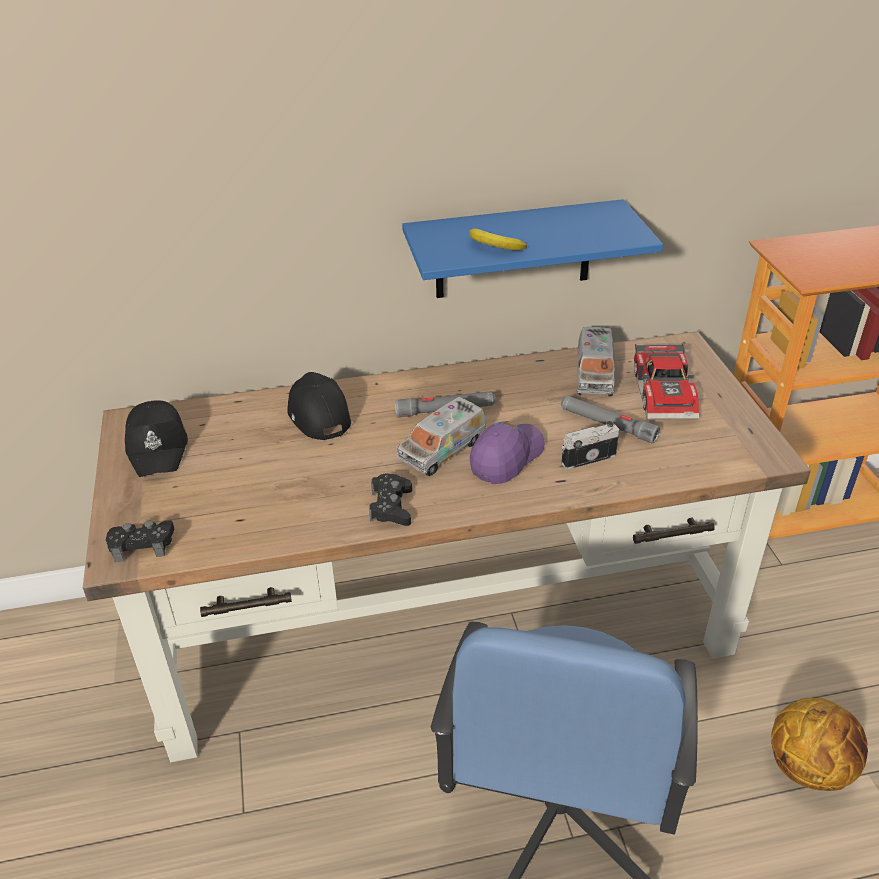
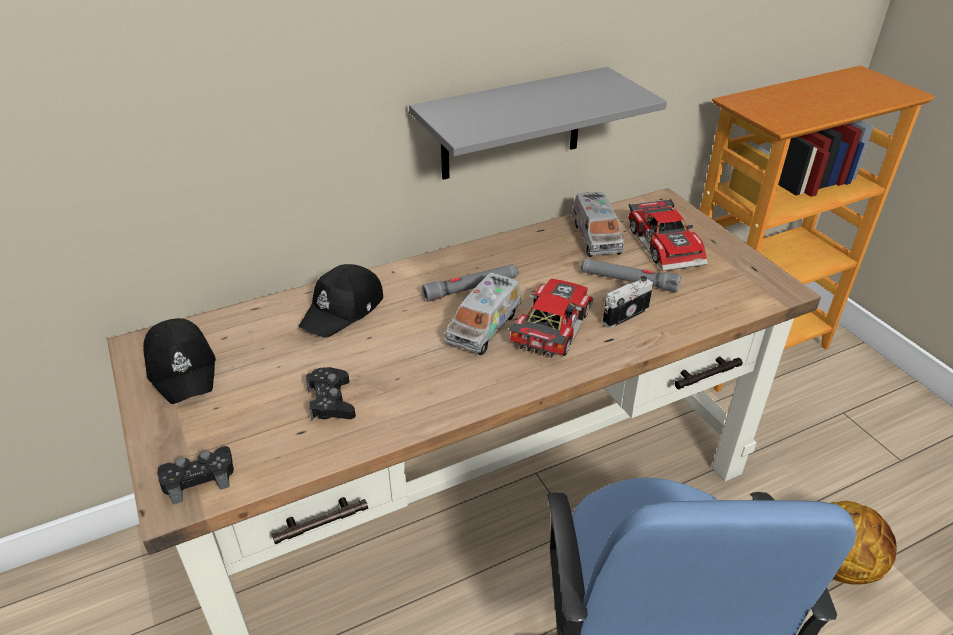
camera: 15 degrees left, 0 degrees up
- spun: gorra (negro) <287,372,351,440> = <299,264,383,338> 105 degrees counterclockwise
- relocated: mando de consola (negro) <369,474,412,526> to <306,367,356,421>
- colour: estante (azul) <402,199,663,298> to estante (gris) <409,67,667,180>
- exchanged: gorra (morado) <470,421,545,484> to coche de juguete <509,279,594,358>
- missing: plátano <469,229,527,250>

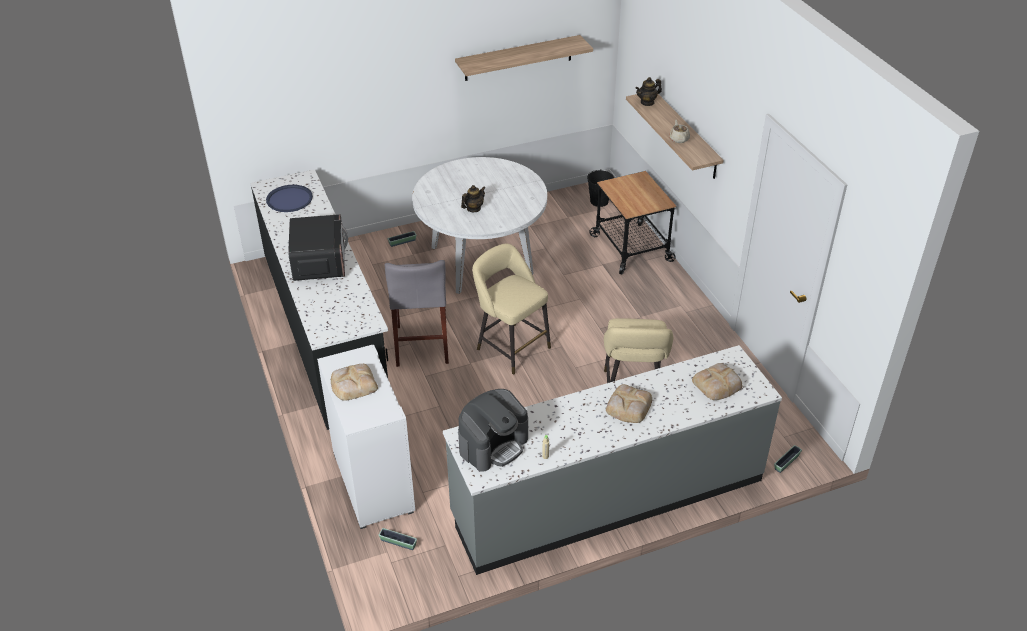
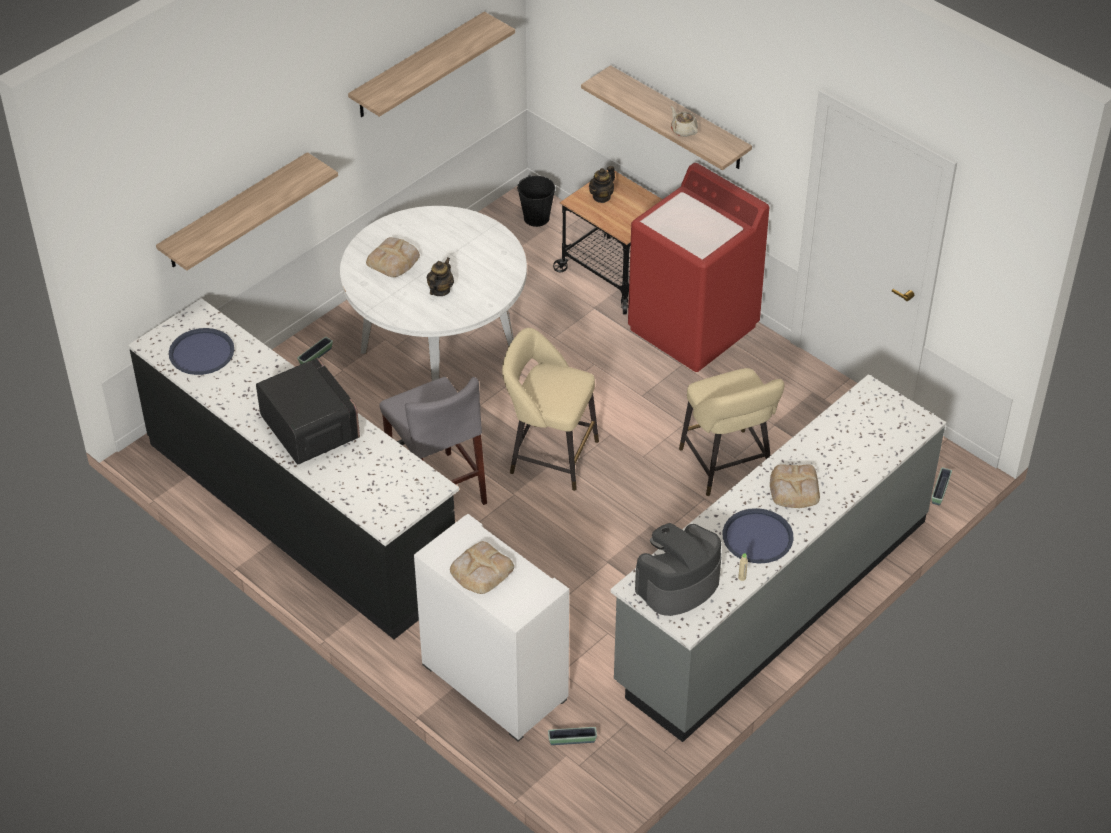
camera: 25 degrees left, 5 degrees up
- appeared: estante <156,152,338,271>
- relocated: pan <692,363,742,400> to <366,237,420,277>
- relocated: tetera <635,77,662,106> to <589,166,615,203>
- appeared: lavadora (rojo) <628,163,769,372>
- spun: cafetera <458,389,528,472> = <635,523,721,616> 150 degrees counterclockwise
- appeared: bandeja (azul) <723,508,793,563>

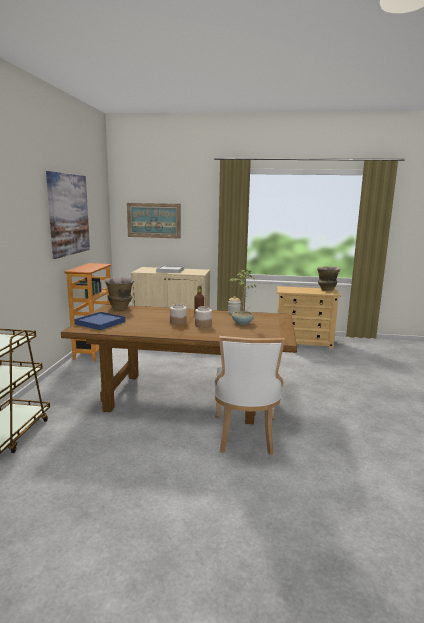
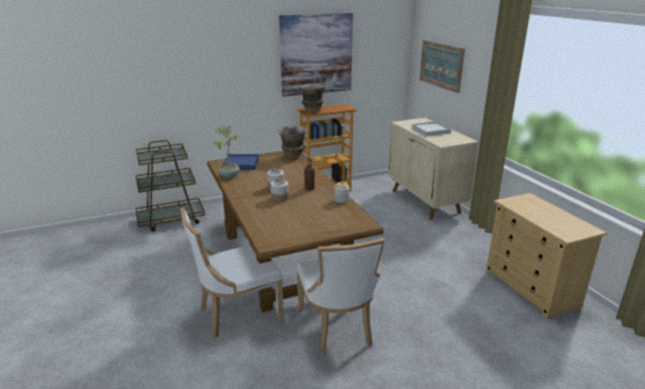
camera: 60 degrees right, 10 degrees up
- relocated: planta en maceta <229,270,256,325> to <214,126,240,178>
- appeared: silla (blanco) <297,238,385,356>
- relocated: florero <317,267,341,291> to <299,84,326,112>

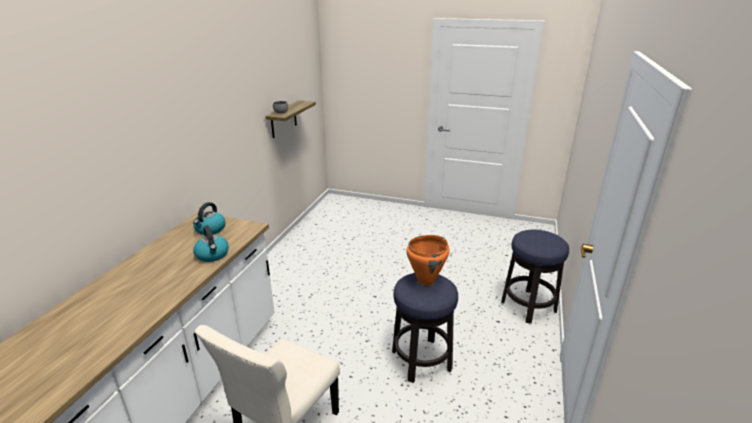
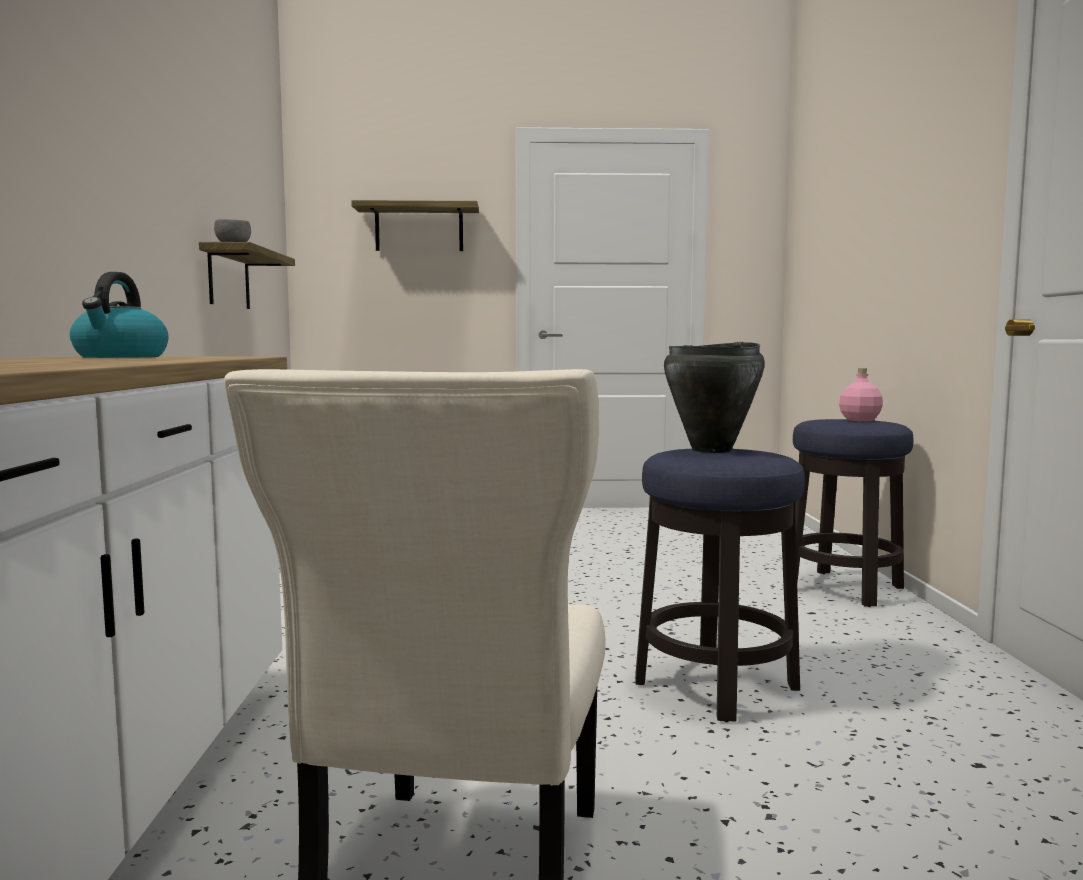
camera: 20 degrees left, 20 degrees down
- appeared: estante <351,200,479,251>
- colour: olla (naranja) <406,235,450,286> to olla (negro) <664,342,765,453>
- appeared: botella (rosa) <839,368,883,421>
- missing: hervidor <193,225,229,262>

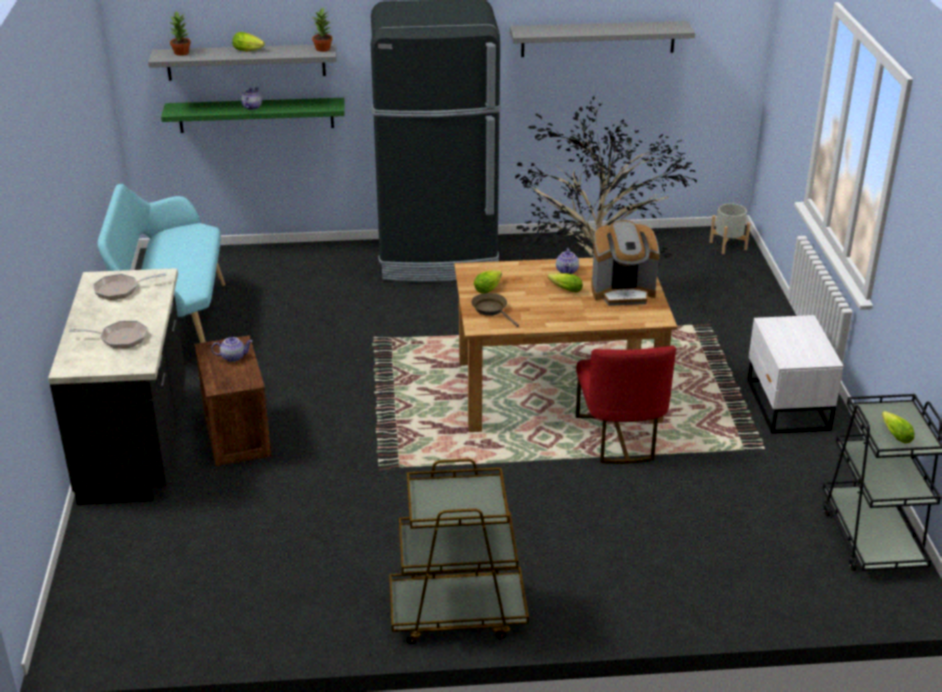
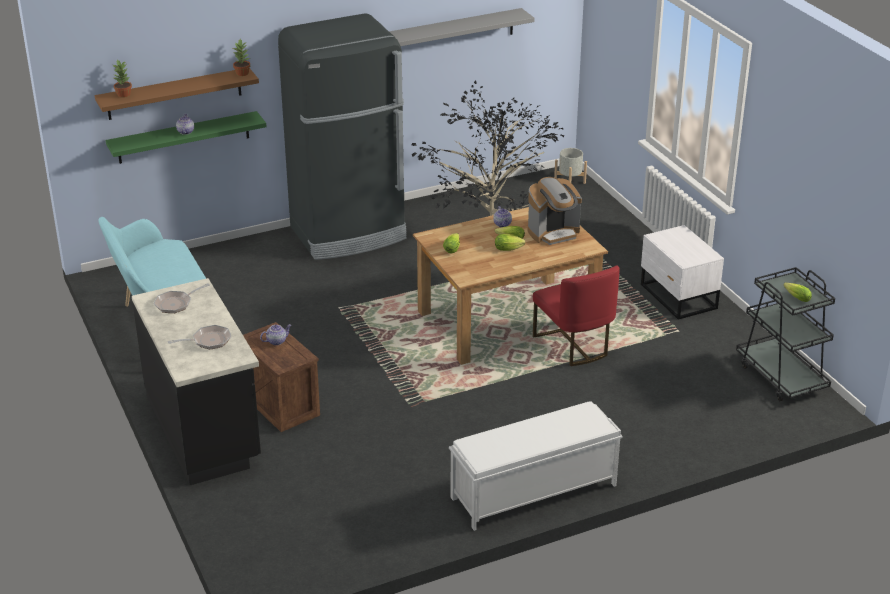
camera: 20 degrees left, 0 degrees up
- colour: estante (gris) <148,44,337,81> to estante (marrón) <95,68,259,120>
- exchanged: carrito (marrón) <389,459,529,644> to banco (blanco) <449,401,623,531>
- relocated: lechuga <232,32,265,51> to <495,234,525,251>
- missing: sartén (marrón) <471,293,519,327>

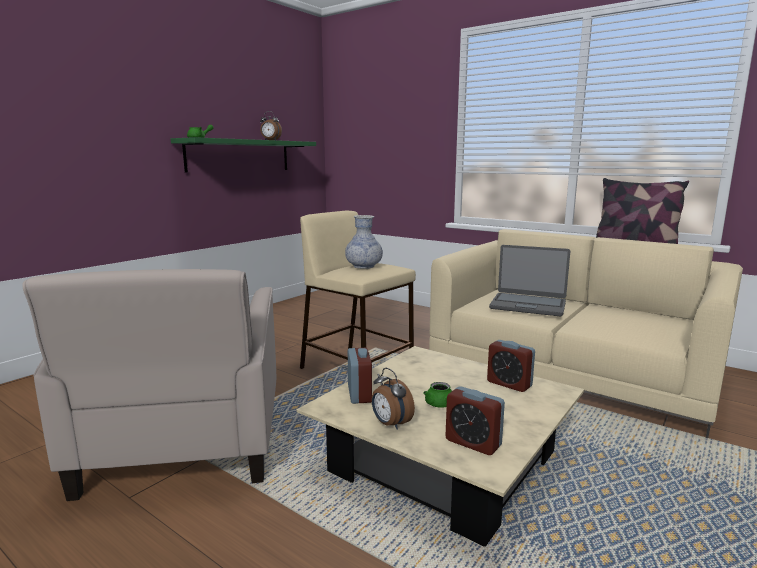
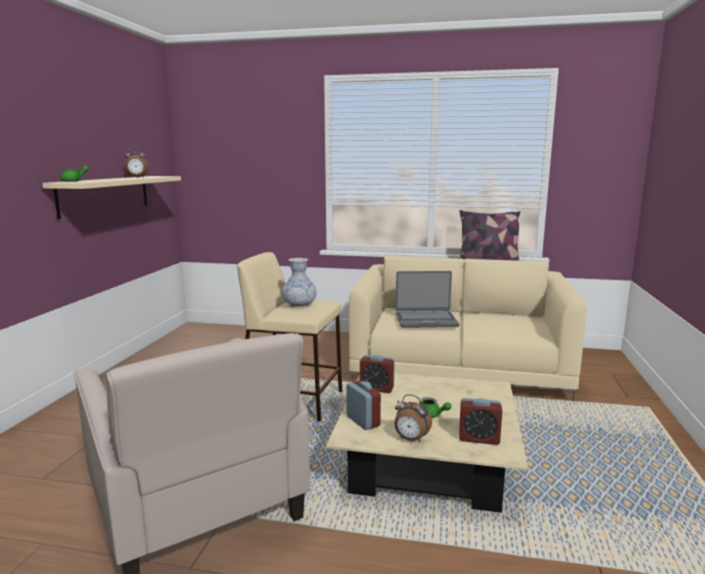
camera: 25 degrees left, 0 degrees up
- colour: estante (verde) <171,137,316,172> to estante (beis) <42,176,181,219>
- relocated: despertador <487,340,535,392> to <360,355,395,393>

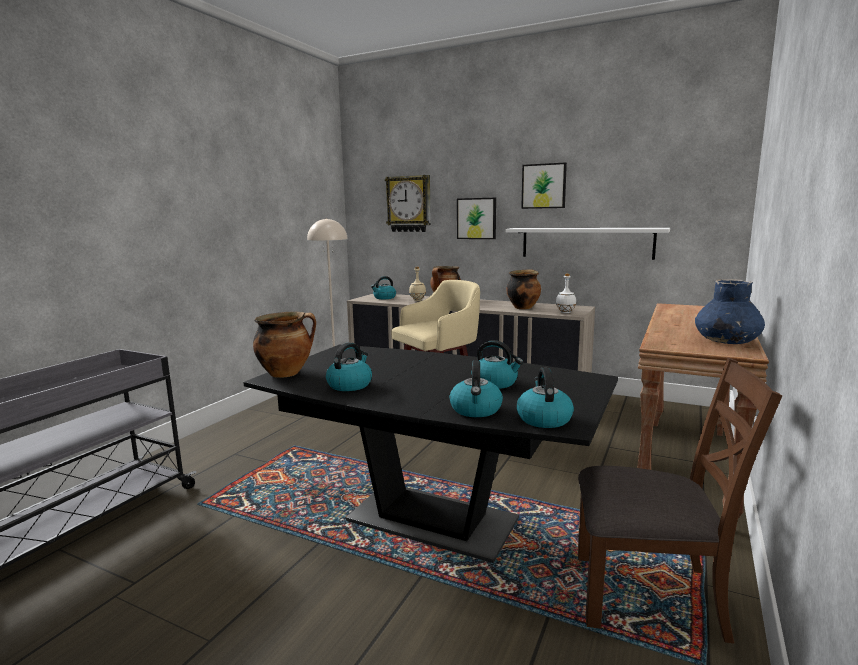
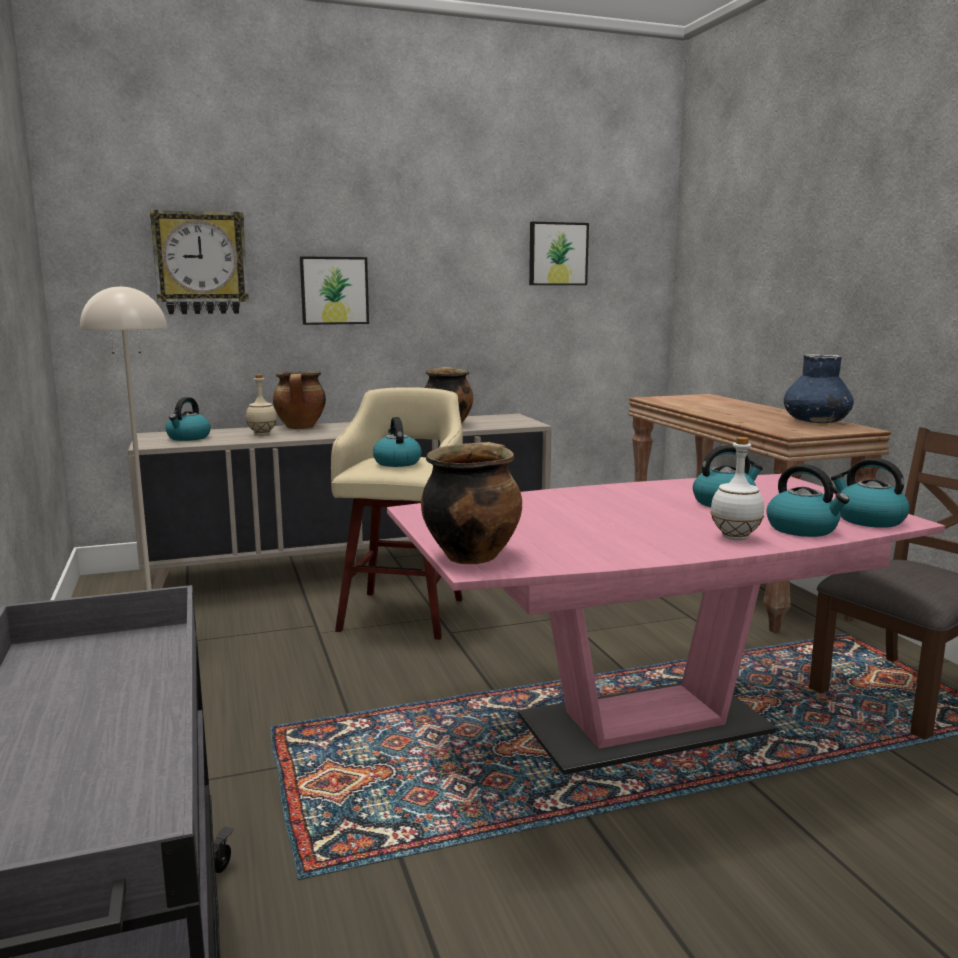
camera: 45 degrees left, 0 degrees up
- relocated: hervidor <326,343,372,391> to <373,417,422,467>
- colour: mesa de comedor (negro) <243,345,618,563> to mesa de comedor (rosa) <387,474,945,775>
- relocated: cuadro <521,162,567,209> to <529,222,589,285>
- relocated: botella (blanco) <556,273,576,313> to <710,437,764,540>
- missing: estante (blanco) <505,228,670,260>

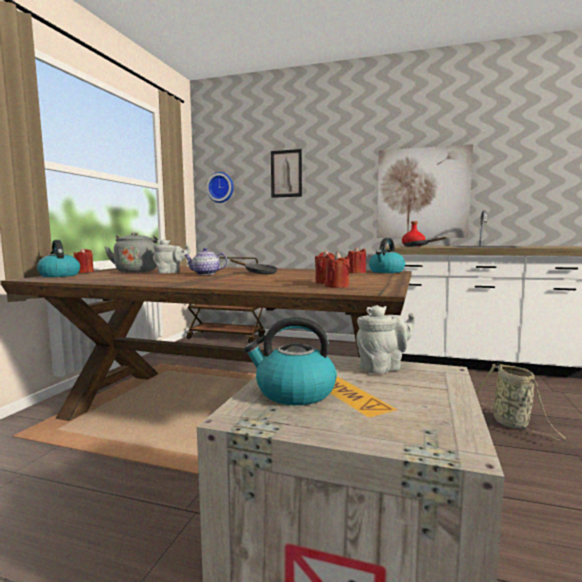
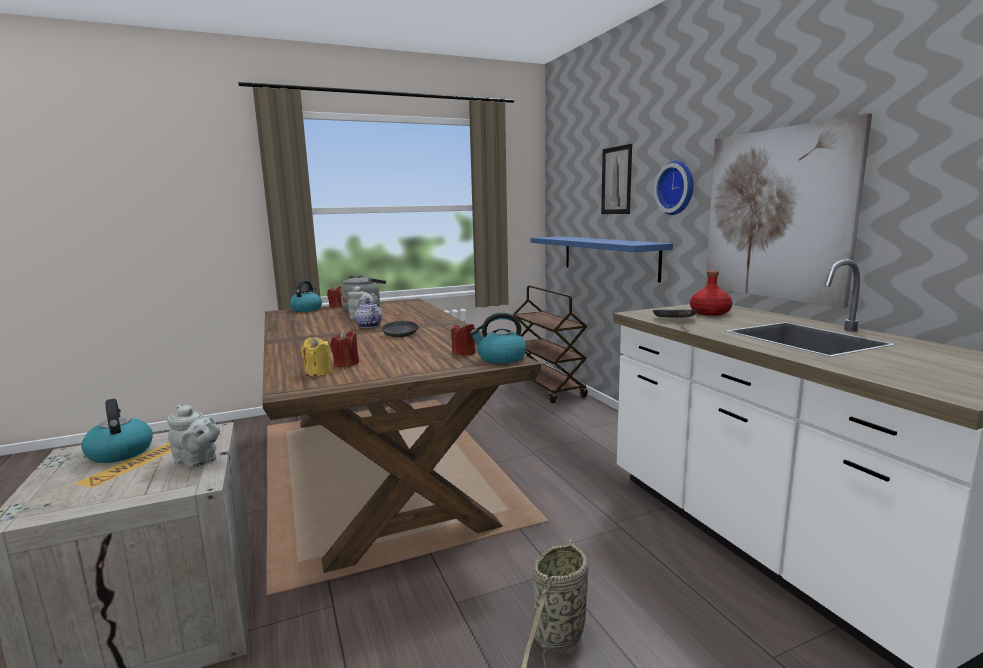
camera: 50 degrees right, 5 degrees up
- colour: vela (rojo) <325,251,350,288> to vela (amarillo) <301,337,332,376>
- appeared: estante (azul) <530,236,673,283>
- relocated: reloj de pared <206,172,234,203> to <654,160,694,215>

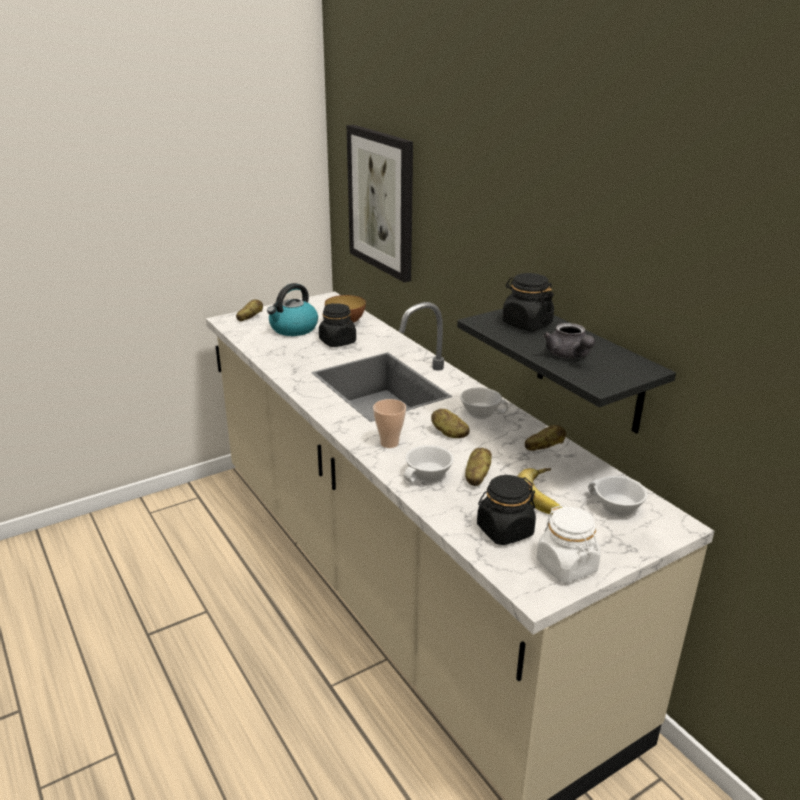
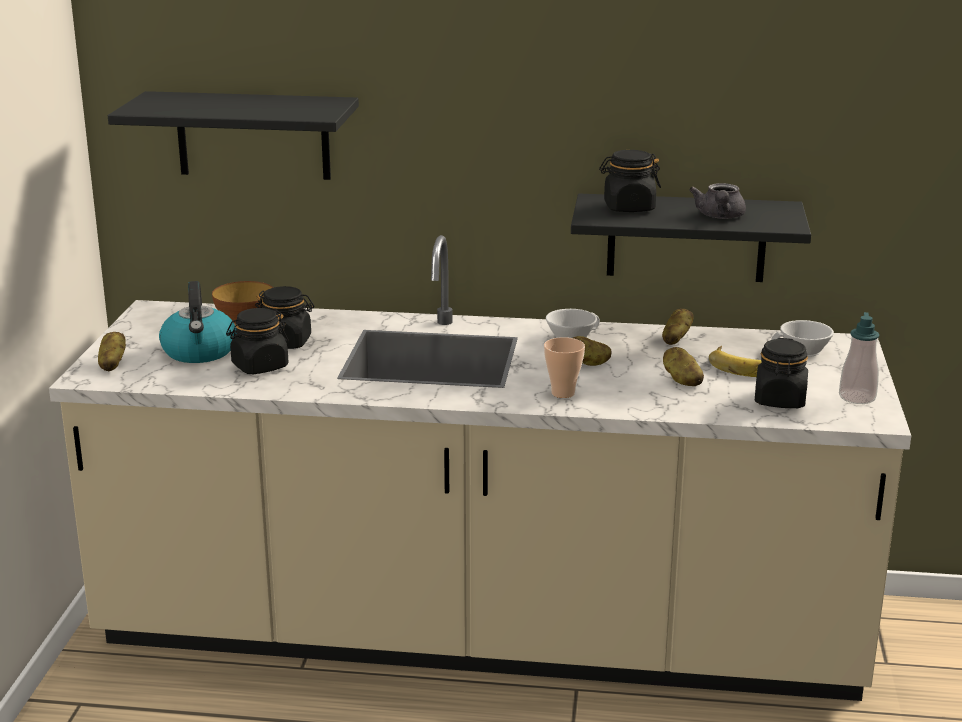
camera: 50 degrees left, 5 degrees down
- exchanged: cuadro <347,125,413,283> to estante (negro) <108,91,359,180>
- appeared: tarro (negro) <226,308,289,374>
- spun: tetera (gris) <543,323,595,359> = <689,183,746,219> 75 degrees clockwise
- exchanged: tarro (blanco) <536,505,601,583> to dispensador de jabón <839,312,879,404>
- missing: taza (blanco) <404,445,453,483>

